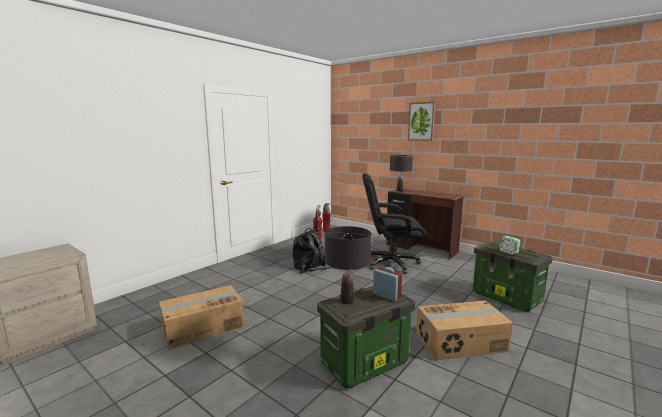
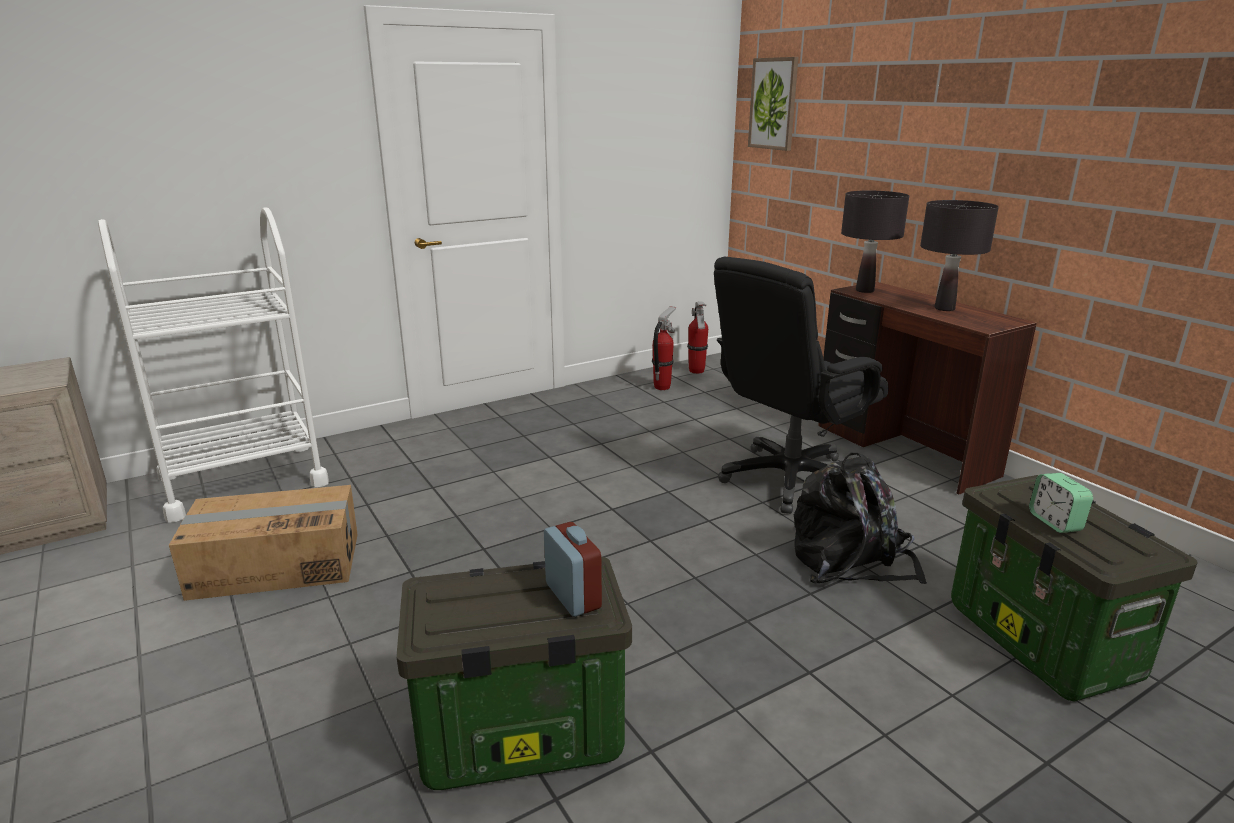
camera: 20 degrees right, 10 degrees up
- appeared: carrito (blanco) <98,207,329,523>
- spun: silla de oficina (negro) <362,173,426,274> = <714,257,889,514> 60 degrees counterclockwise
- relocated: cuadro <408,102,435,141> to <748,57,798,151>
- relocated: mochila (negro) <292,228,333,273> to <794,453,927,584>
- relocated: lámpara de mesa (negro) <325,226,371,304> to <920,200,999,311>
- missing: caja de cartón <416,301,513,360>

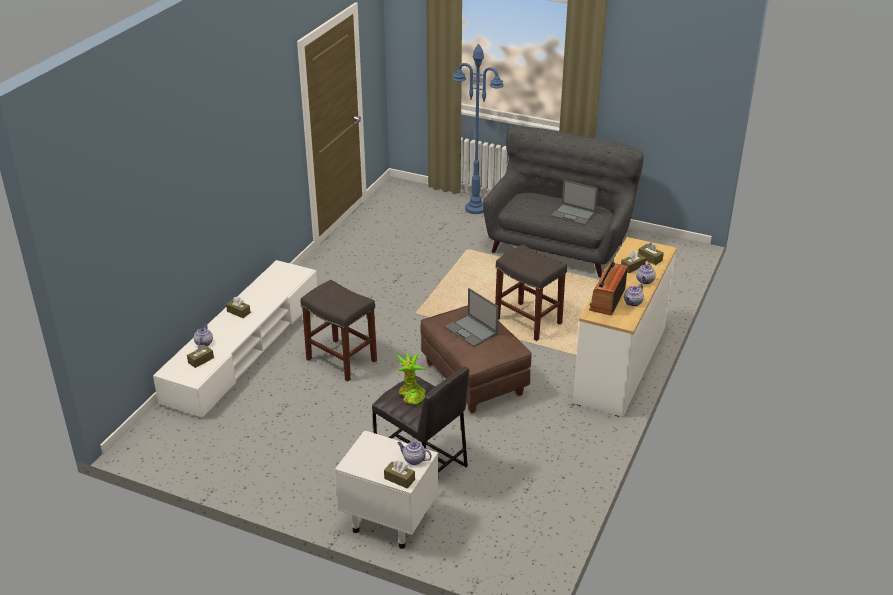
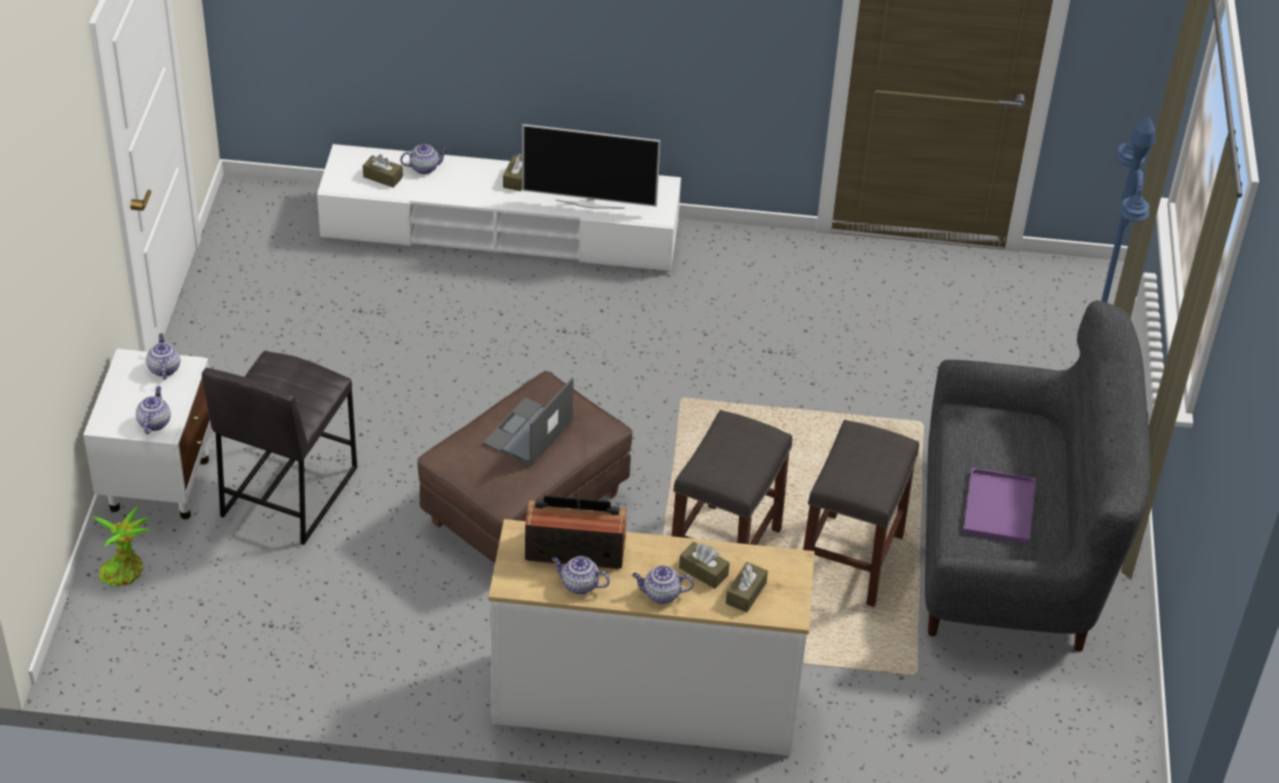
camera: 70 degrees right, 10 degrees up
- relocated: planta en maceta <396,352,426,405> to <91,506,152,587>
- appeared: tetera <146,333,180,380>
- appeared: televisor <522,124,661,209>
- relocated: taburete (gris) <301,280,377,382> to <803,420,919,607>
- exchanged: portátil <551,180,598,225> to bandeja (morado) <963,468,1036,544>
- missing: caja de pañuelos (marrón) <384,461,415,489>

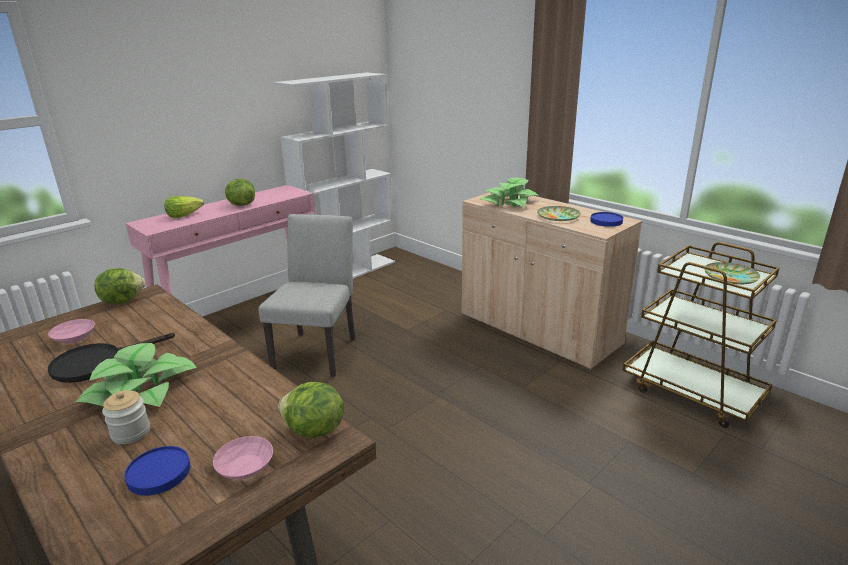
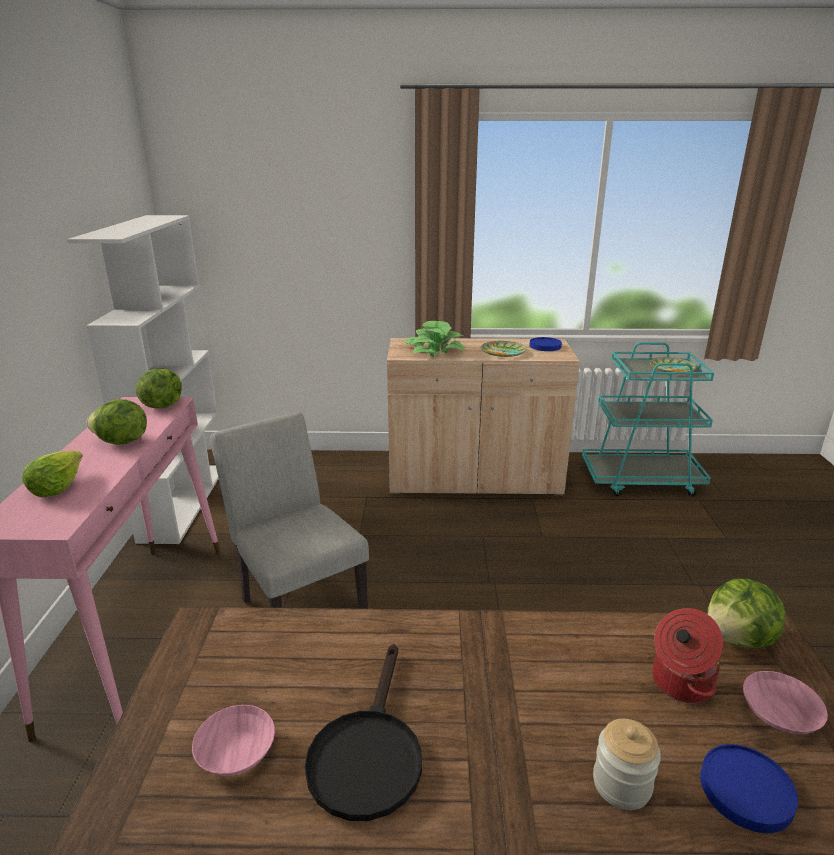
camera: 45 degrees left, 0 degrees up
- relocated: lechuga <94,268,145,304> to <136,369,182,408>
- colour: carrito (marrón) <623,242,779,428> to carrito (turquesa) <582,342,714,497>
- appeared: olla <652,608,723,703>
- missing: planta en maceta <76,343,197,407>

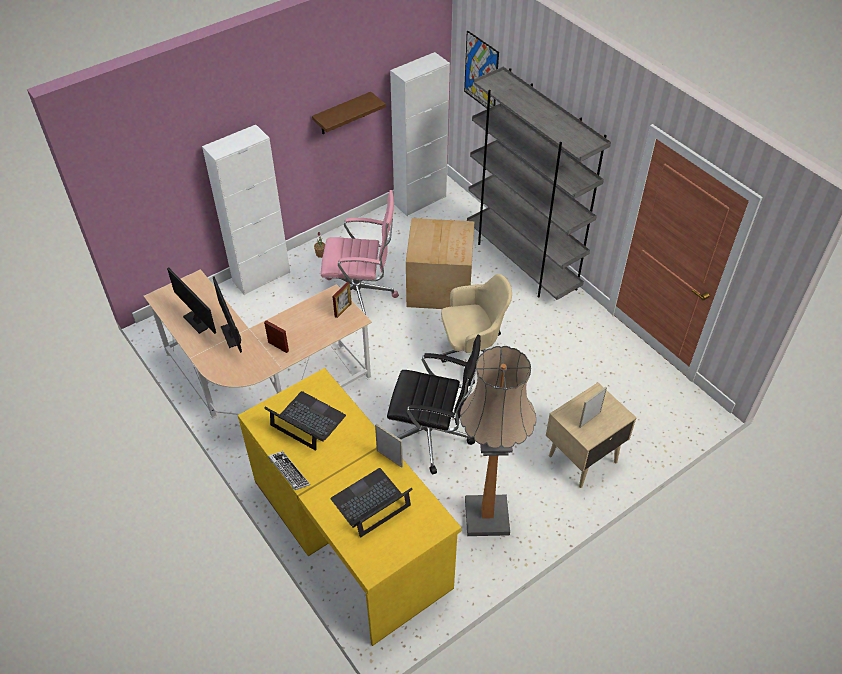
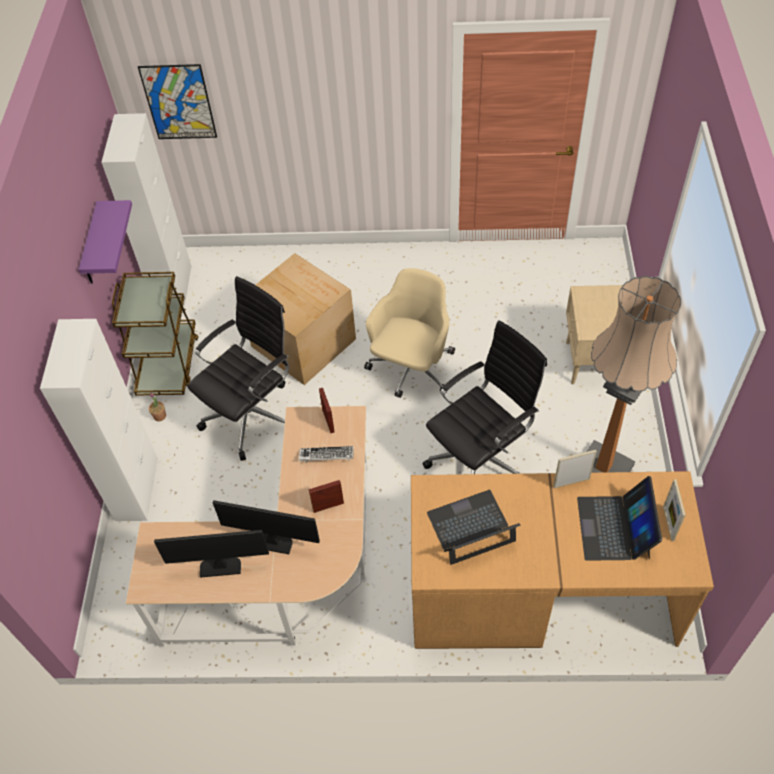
camera: 50 degrees left, 5 degrees up
- colour: estante (marrón) <312,92,386,134> to estante (morado) <78,200,132,284>
- appeared: carrito (marrón) <112,272,199,396>
- colour: silla de oficina (rosa) <321,190,399,315> to silla de oficina (negro) <187,276,289,461>
- relocated: teclado <268,451,310,490> to <299,446,354,463>
- colour: escritorio (amarillo) <238,368,461,646> to escritorio (marrón) <411,471,714,649>
- relocated: portarretratos <579,386,607,428> to <663,479,686,541>
- missing: estantería (gris) <467,67,611,300>

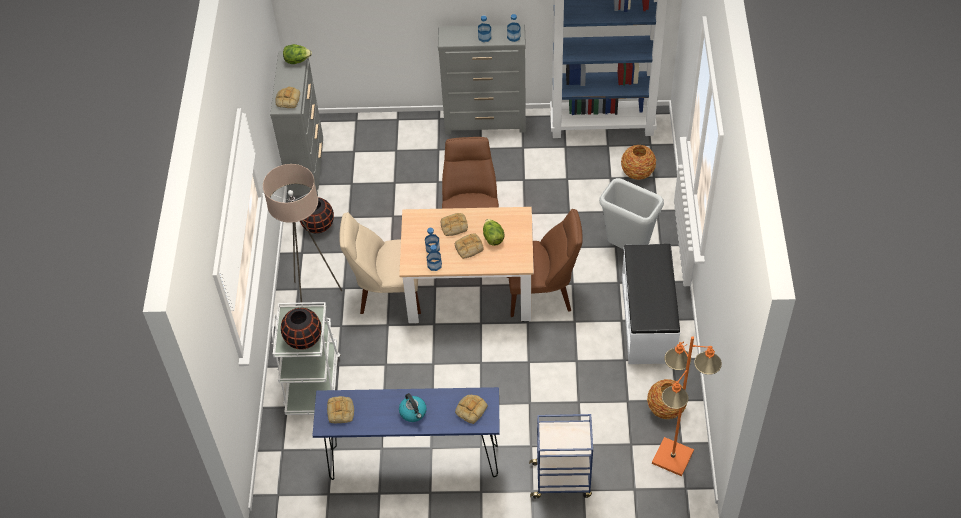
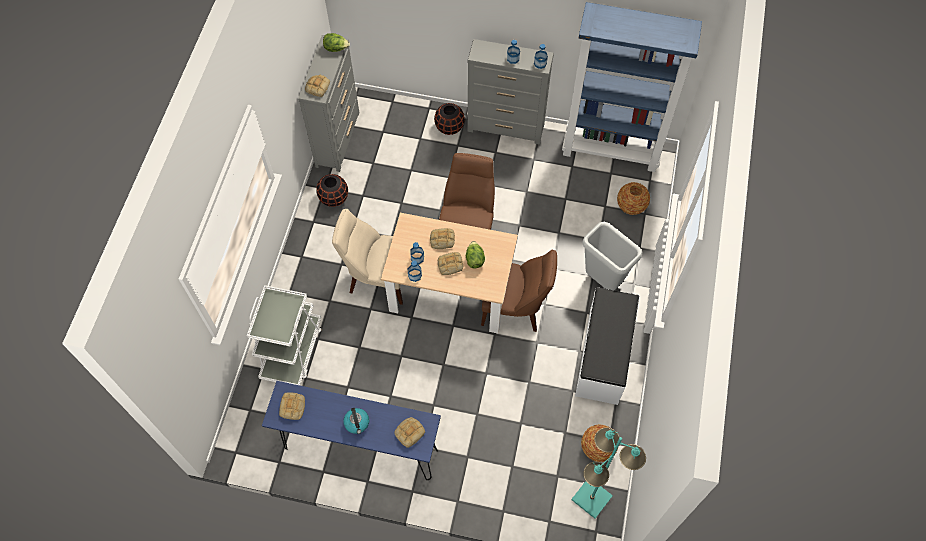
camera: 10 degrees right, 10 degrees up
- relocated: florero (negro) <281,308,322,350> to <434,103,465,135>
- colour: lámpara de pie (naranja) <652,336,722,476> to lámpara de pie (turquesa) <571,428,646,519>
- missing: lámpara de pie (beis) <263,164,342,306>
- missing: carrito (azul) <529,414,593,499>

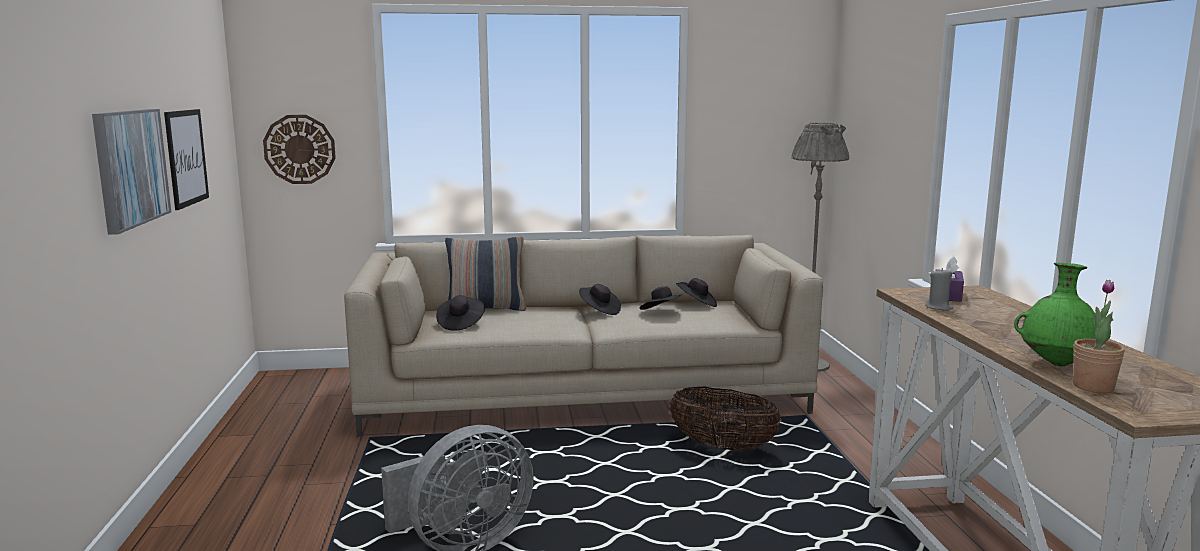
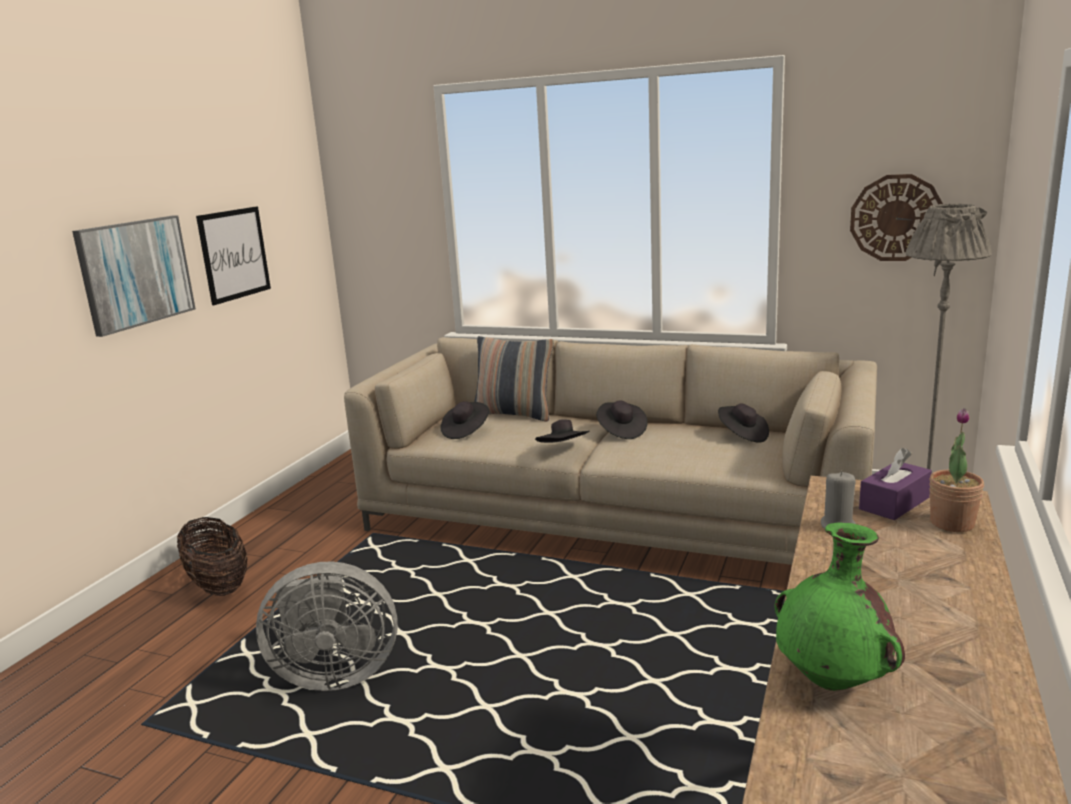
camera: 30 degrees right, 5 degrees up
- relocated: cesta <669,387,782,451> to <177,517,247,596>
- relocated: sombrero (negro) <640,287,683,310> to <535,419,589,443>
- relocated: reloj de pared <263,115,336,184> to <850,174,943,261>
- relocated: planta en maceta <1073,280,1125,393> to <929,408,984,532>

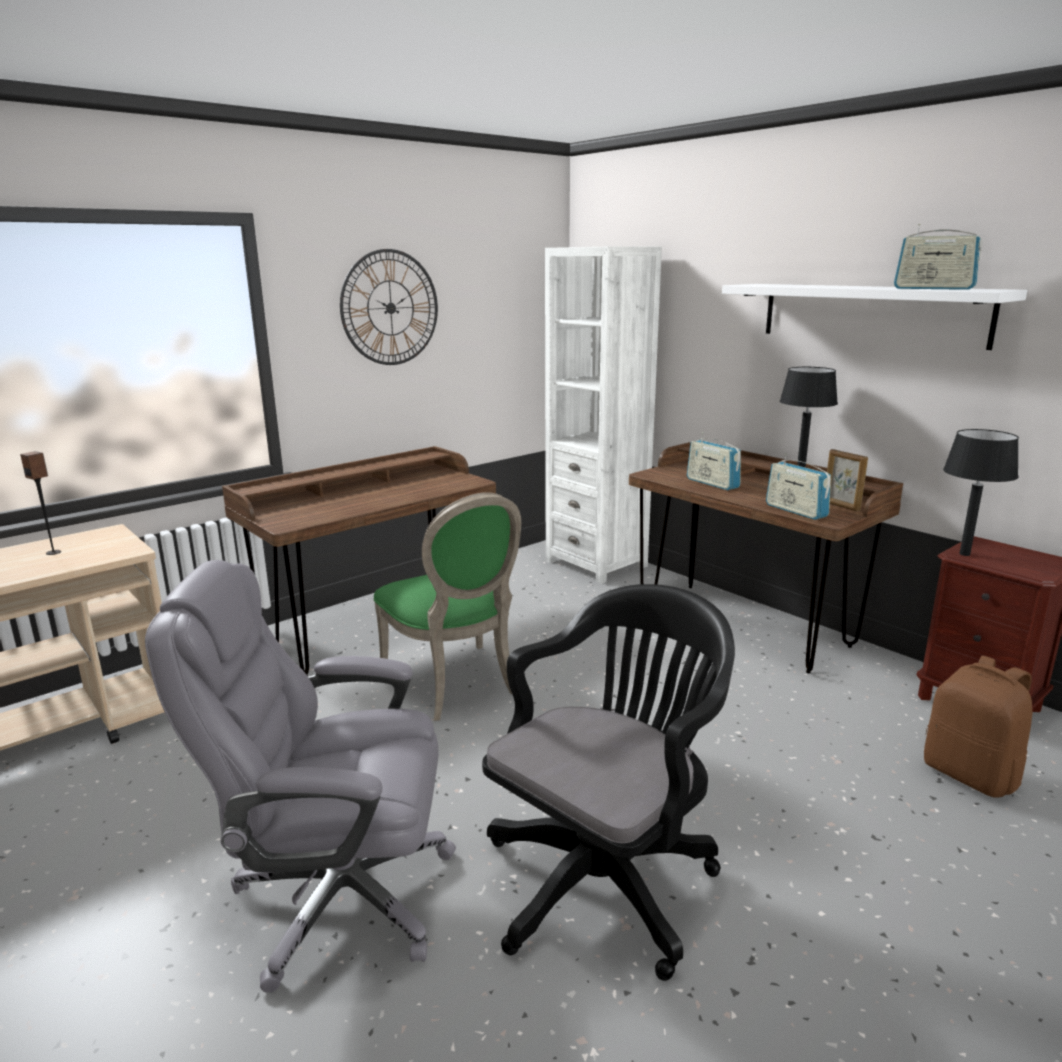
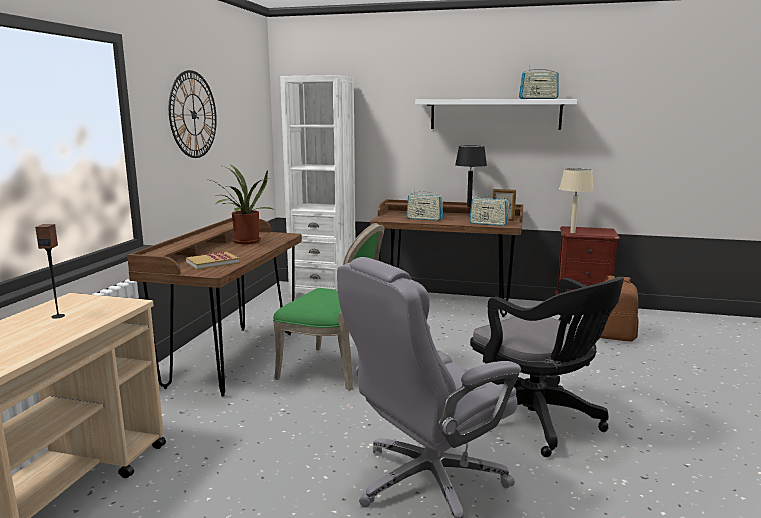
camera: 35 degrees left, 5 degrees down
- appeared: libro <186,252,239,270>
- appeared: planta en maceta <211,164,274,244>
- spun: silla de oficina (negro) <482,584,735,981> = <470,277,624,457> 135 degrees clockwise
- colour: lámpara de mesa (negro) <943,429,1019,556> to lámpara de mesa (beis) <559,168,594,233>

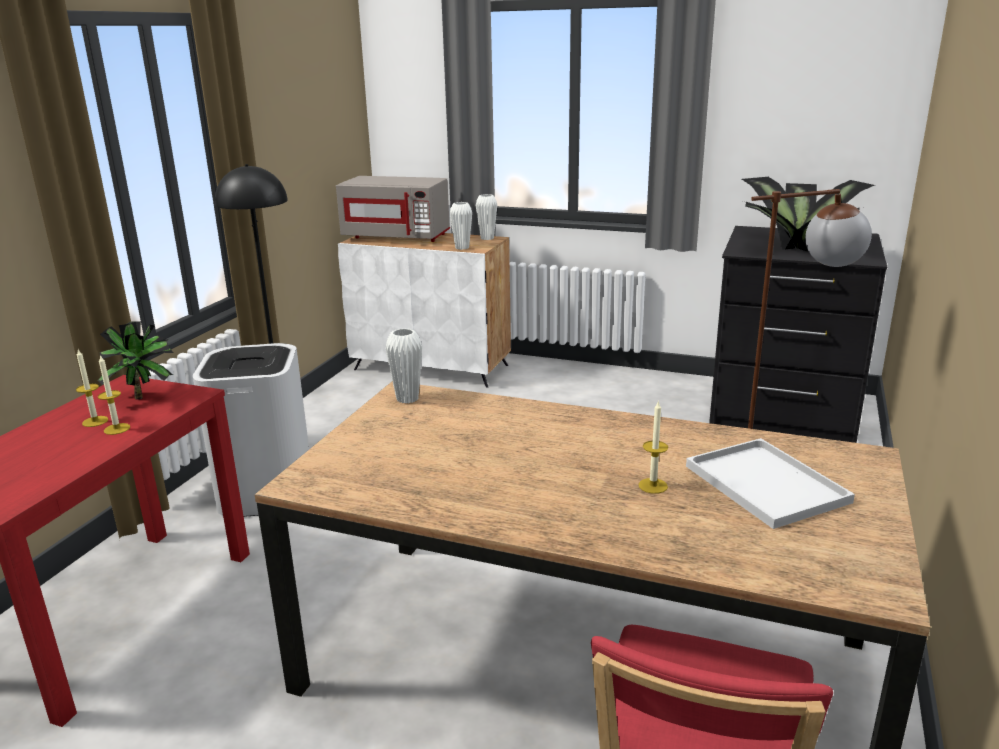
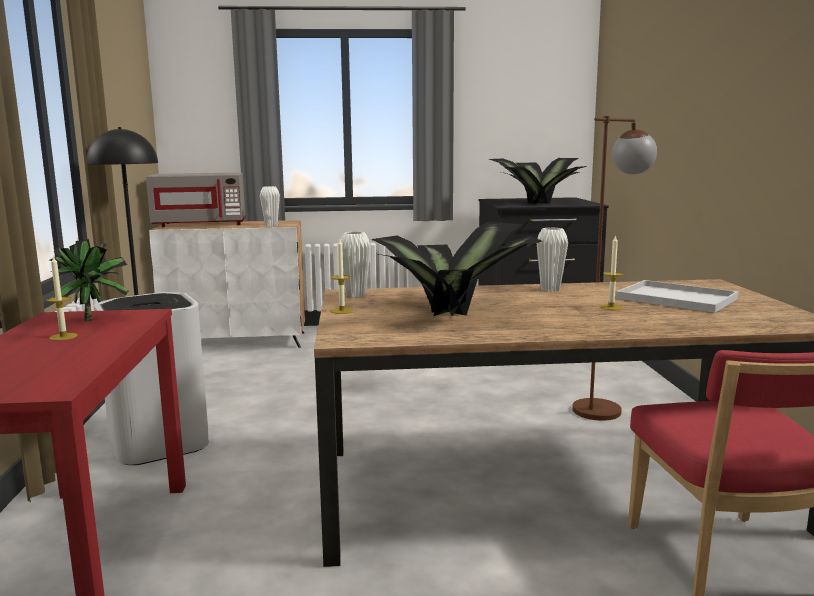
camera: 25 degrees left, 10 degrees down
- relocated: vela <98,355,130,435> to <331,239,353,314>
- appeared: planta en maceta <371,222,542,317>
- relocated: florero (blanco) <476,194,497,240> to <537,228,568,292>

